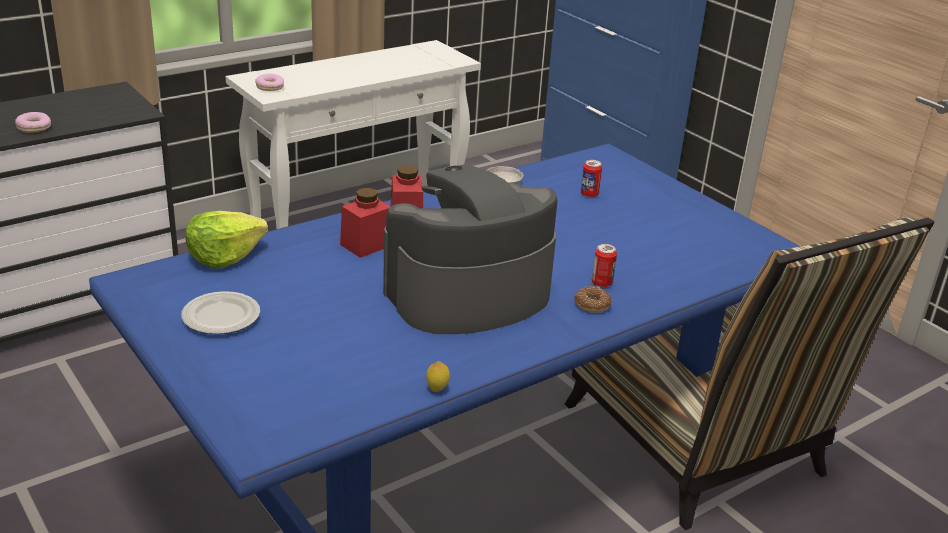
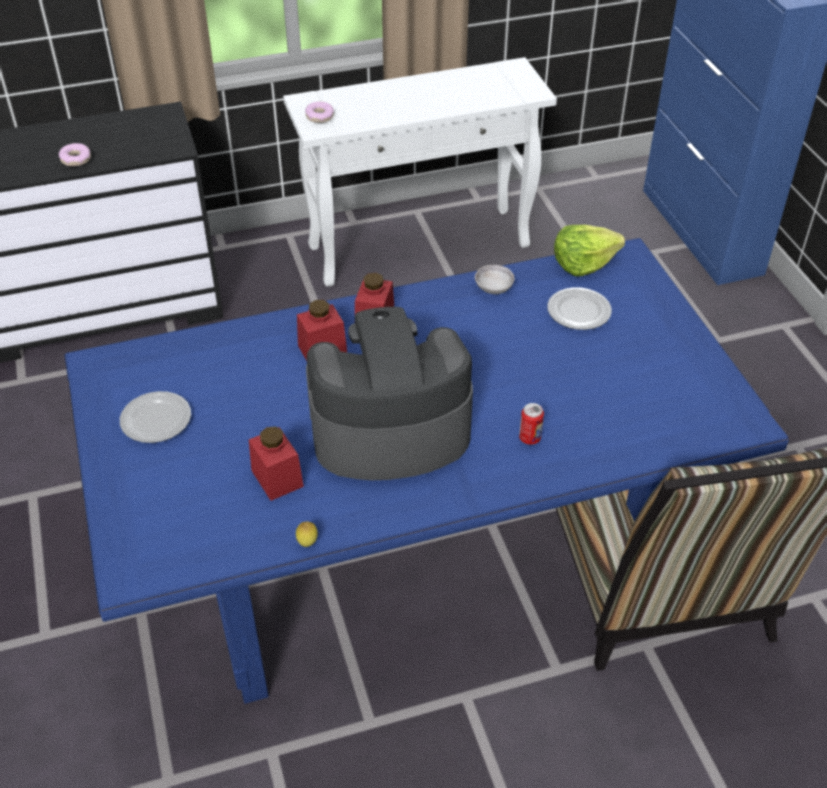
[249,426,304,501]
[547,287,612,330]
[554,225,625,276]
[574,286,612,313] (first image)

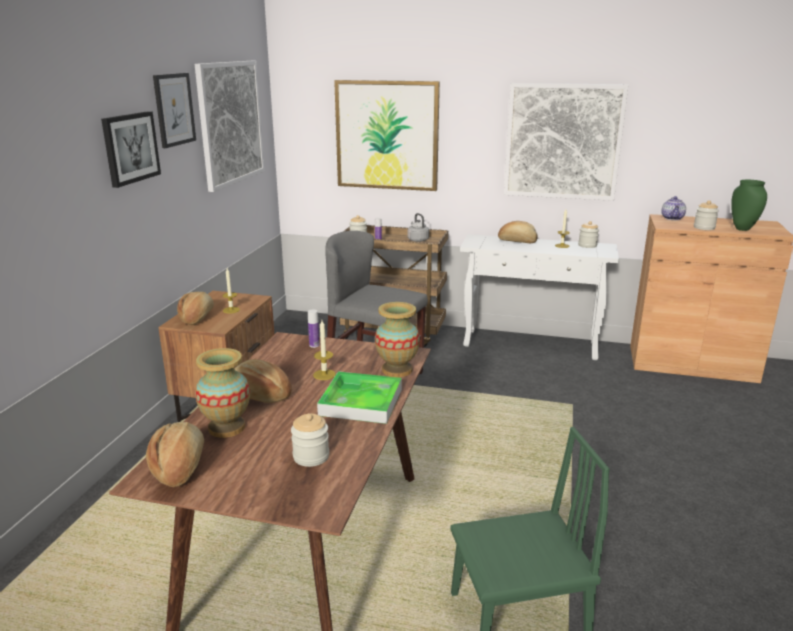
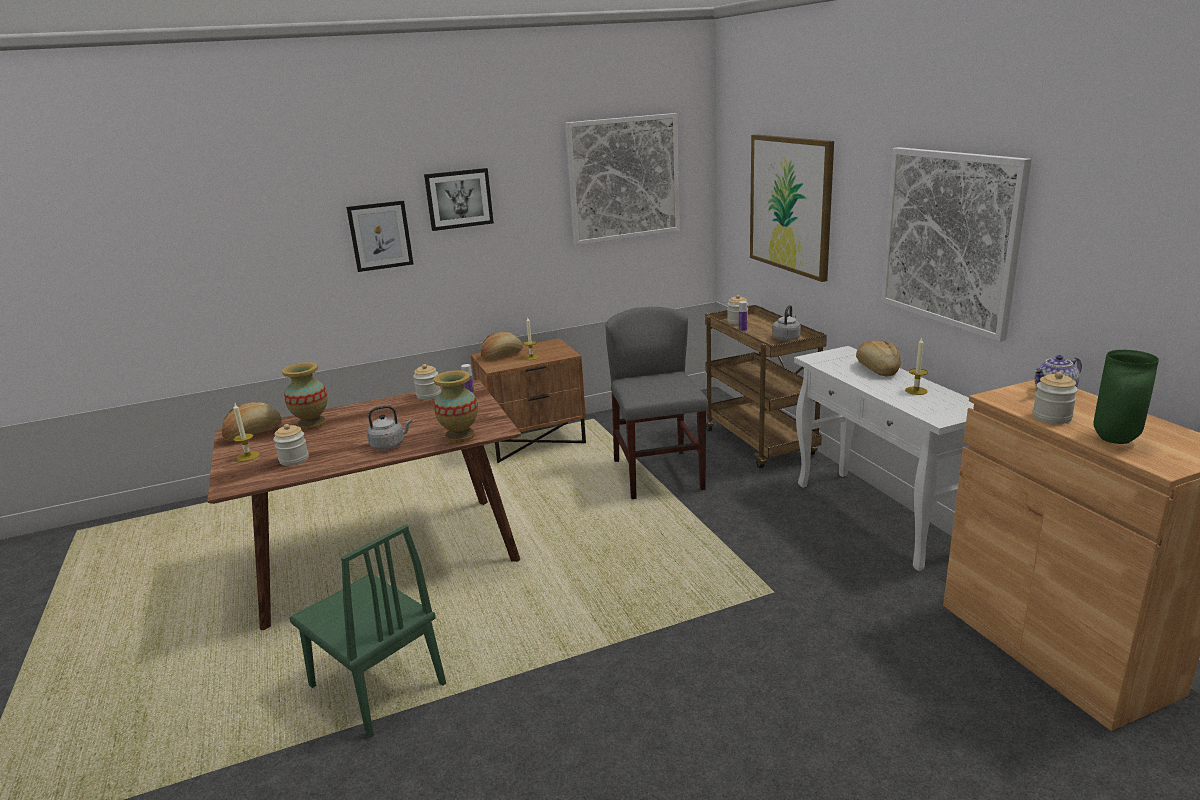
[233,404,260,461]
[346,200,413,272]
[367,405,412,450]
[413,364,441,400]
[235,359,292,403] (first image)

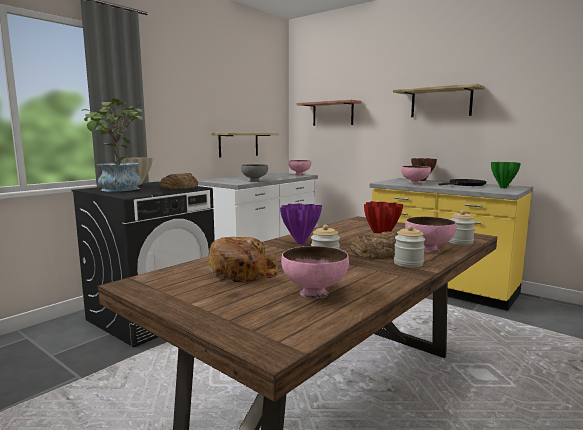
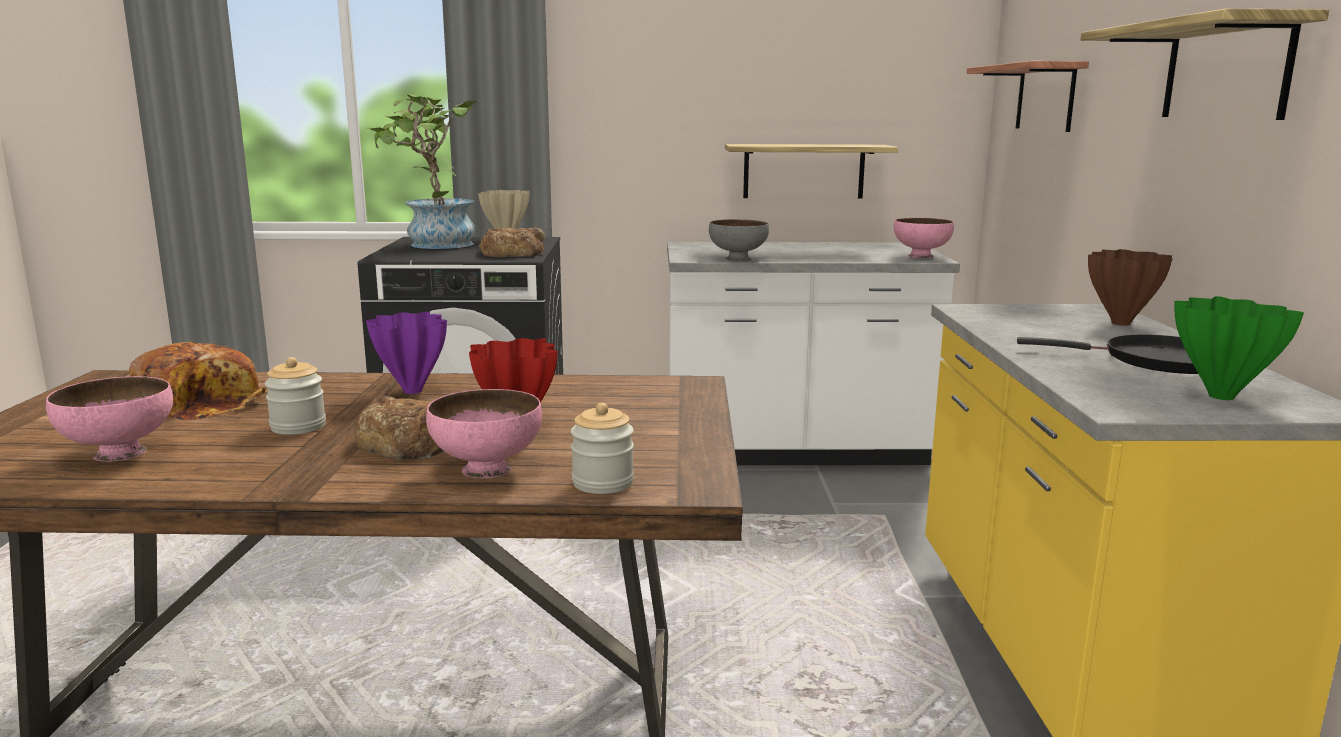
[394,225,425,268] (first image)
[401,166,431,185] (first image)

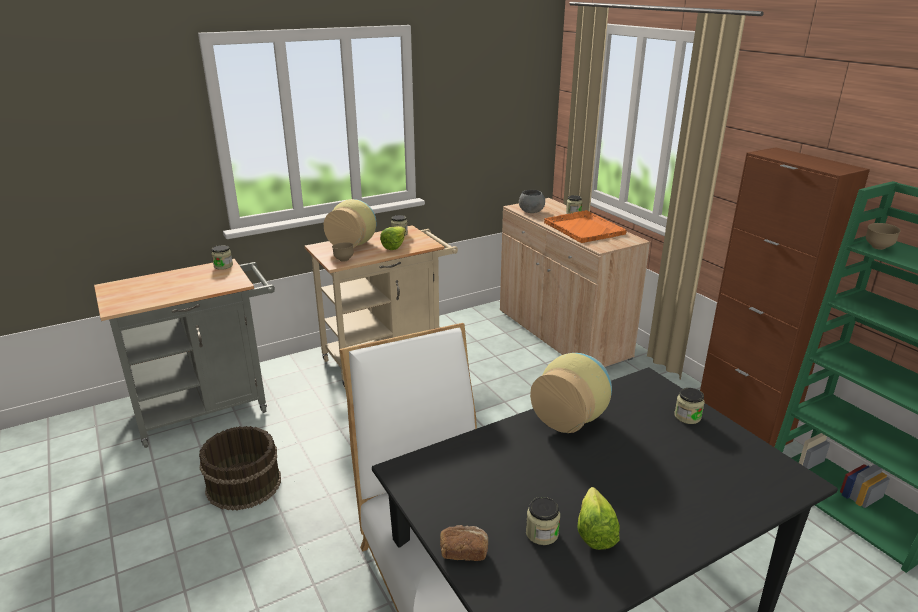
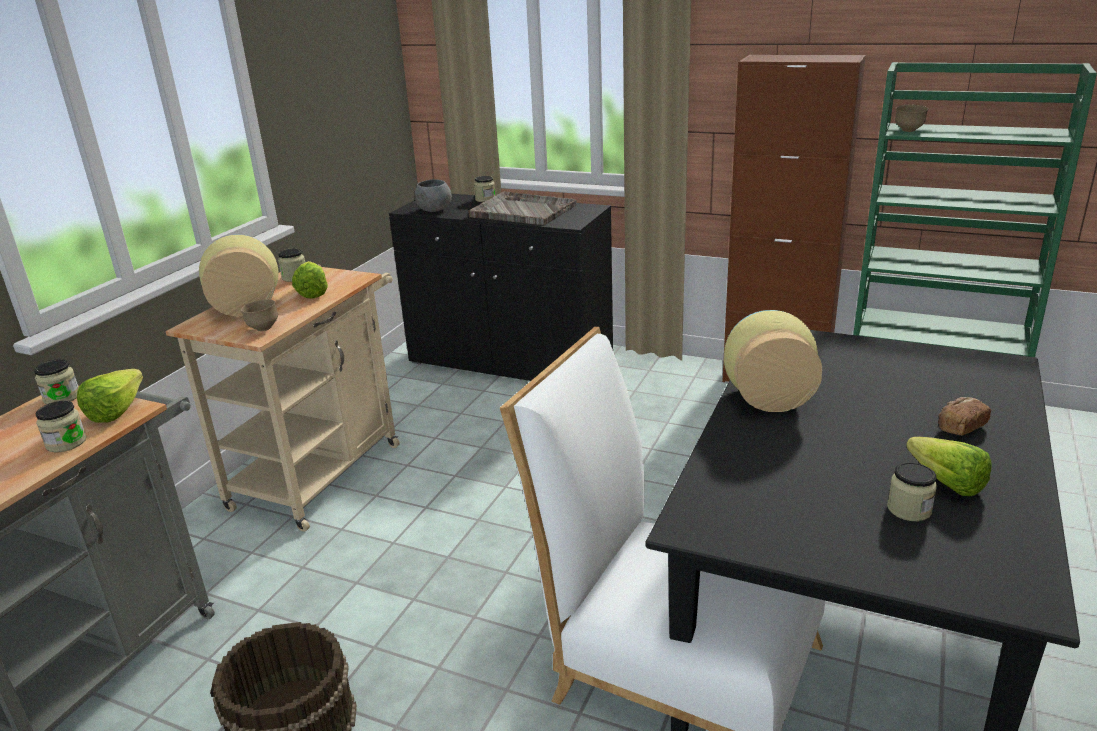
[36,401,87,453]
[77,369,143,423]
[389,194,613,381]
[468,191,577,225]
[938,397,991,436]

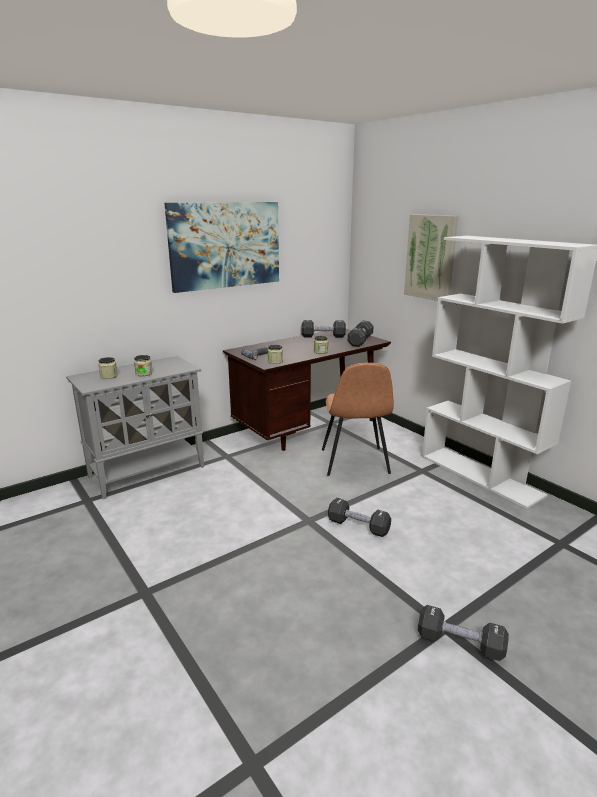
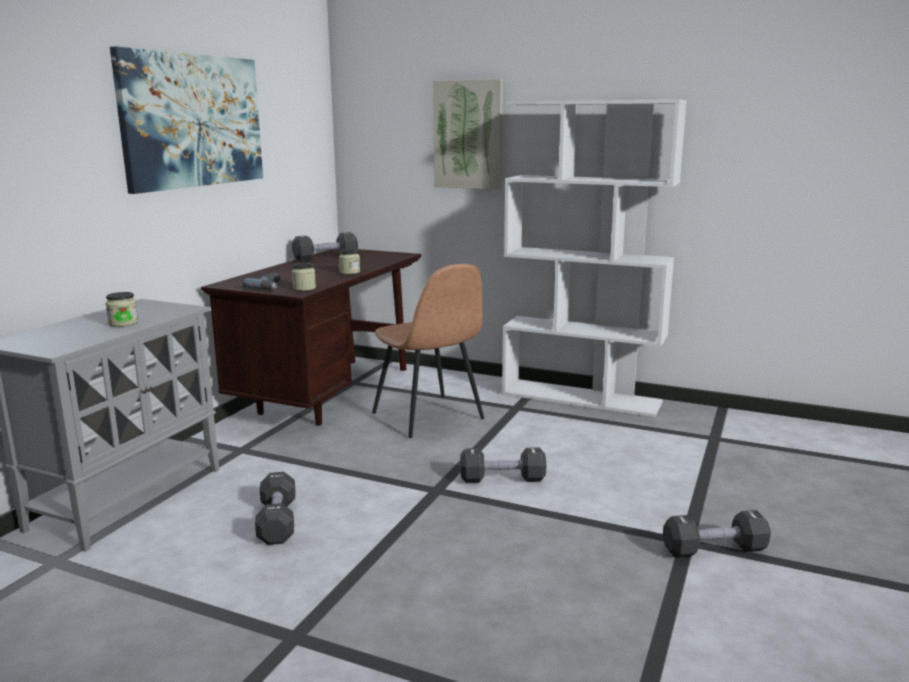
[255,472,295,545]
[98,357,118,379] (first image)

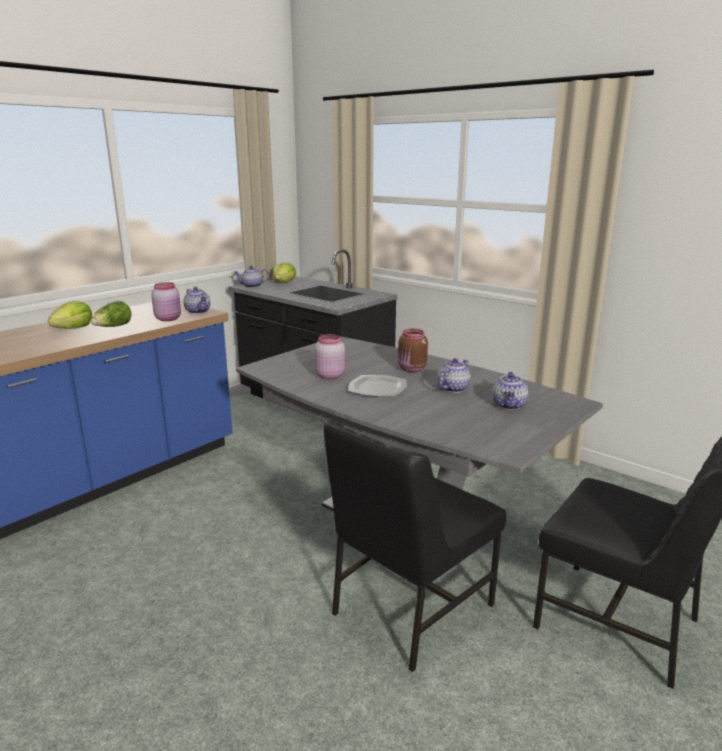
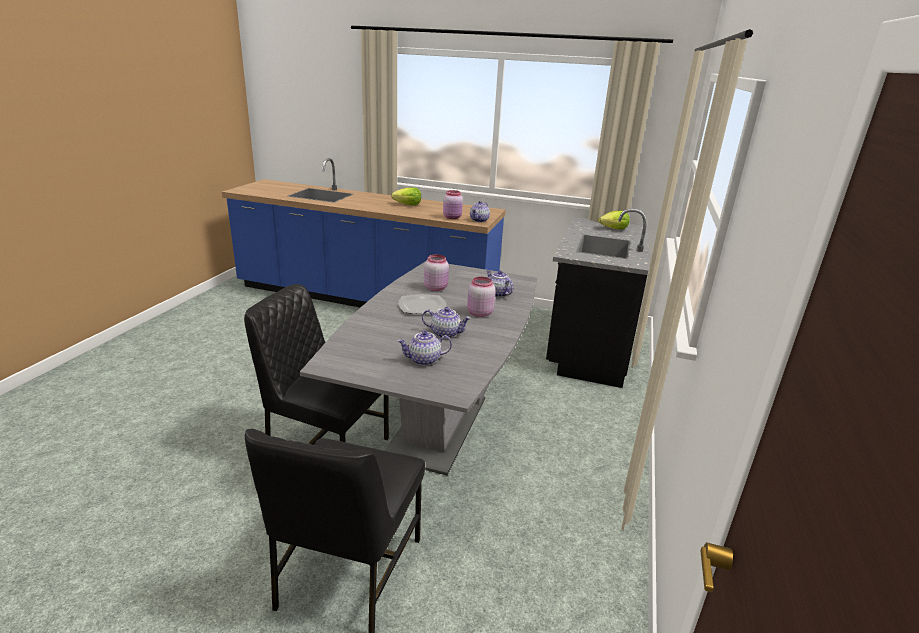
[467,277,496,317]
[487,270,514,297]
[90,301,132,327] (first image)

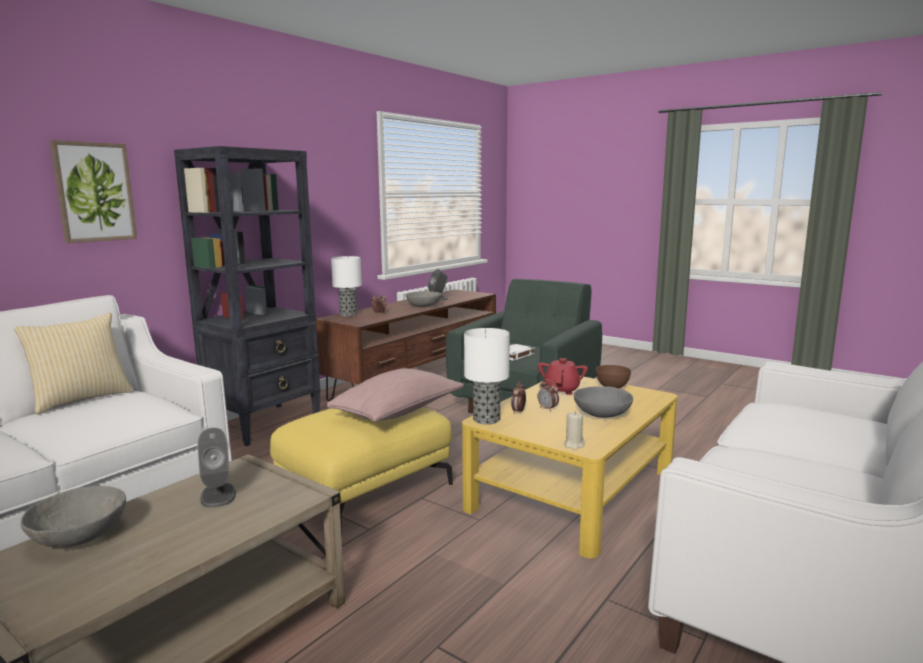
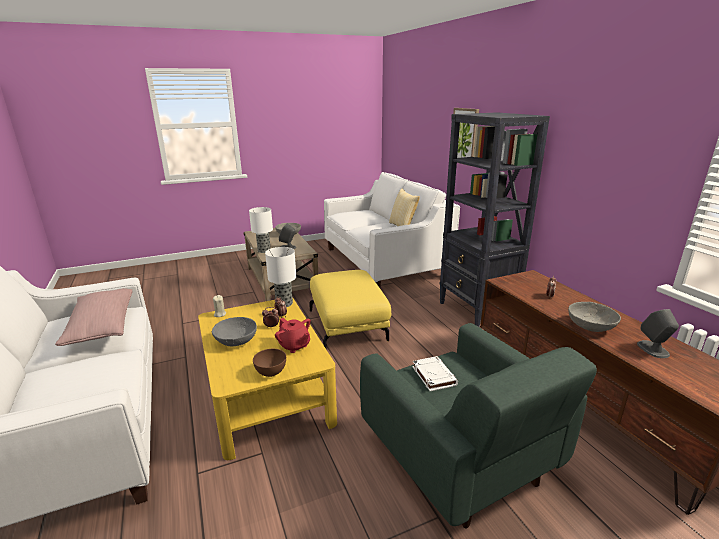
[55,288,133,346]
[249,207,273,253]

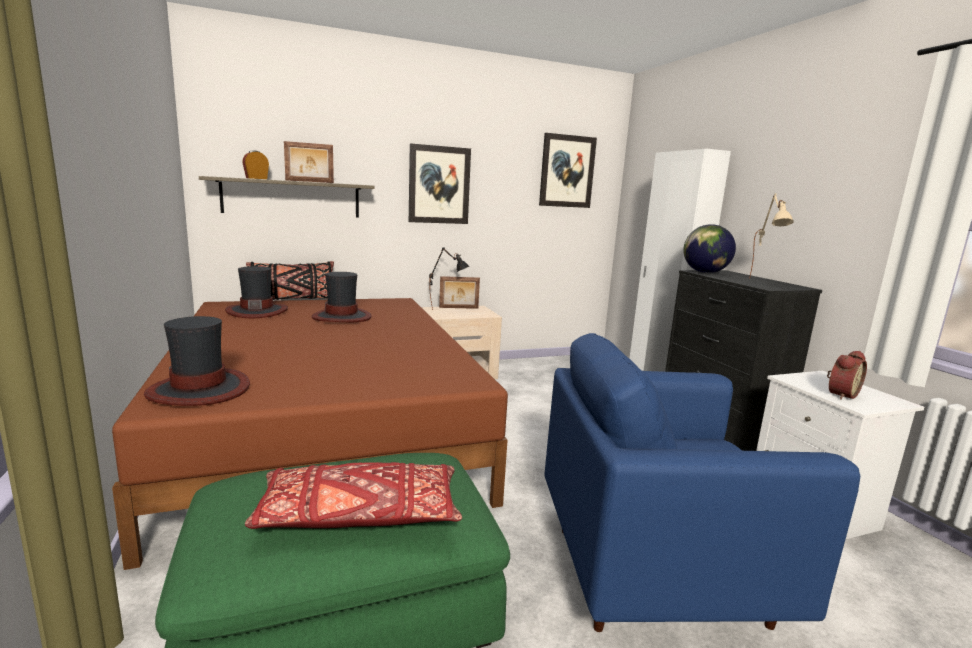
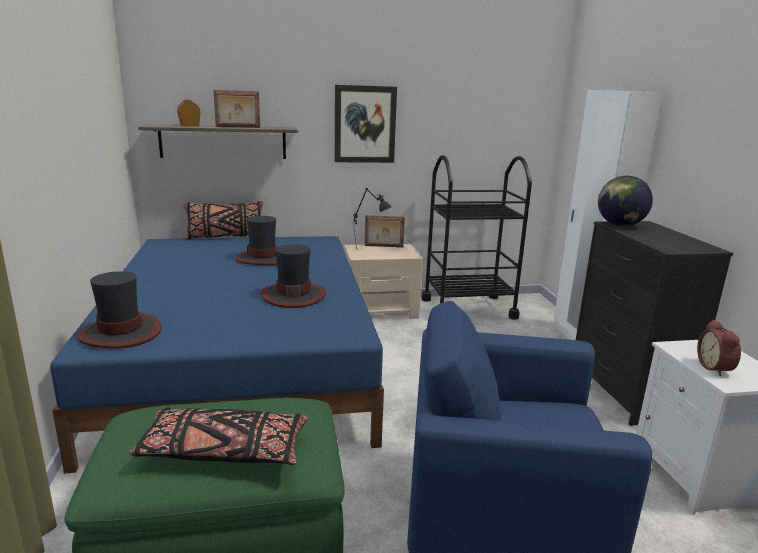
[50,236,384,474]
[130,407,308,465]
[261,244,326,308]
[422,155,532,320]
[697,320,741,376]
[539,133,597,208] (first image)
[750,193,794,276] (first image)

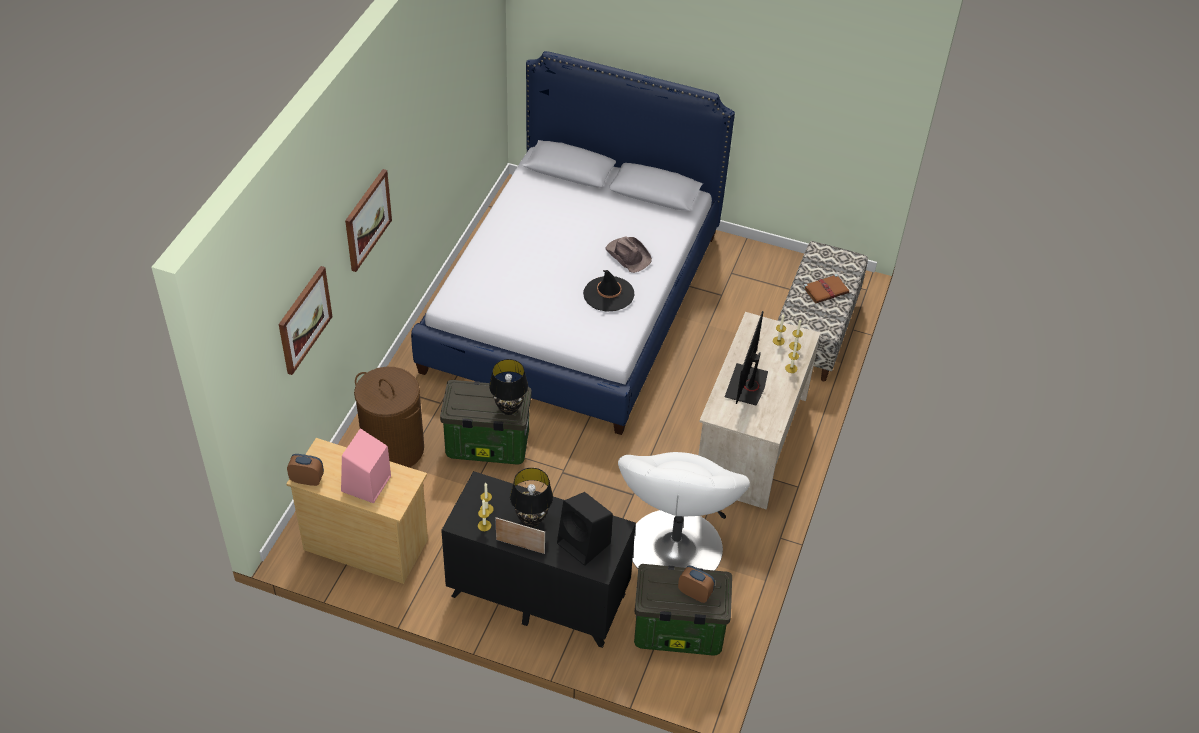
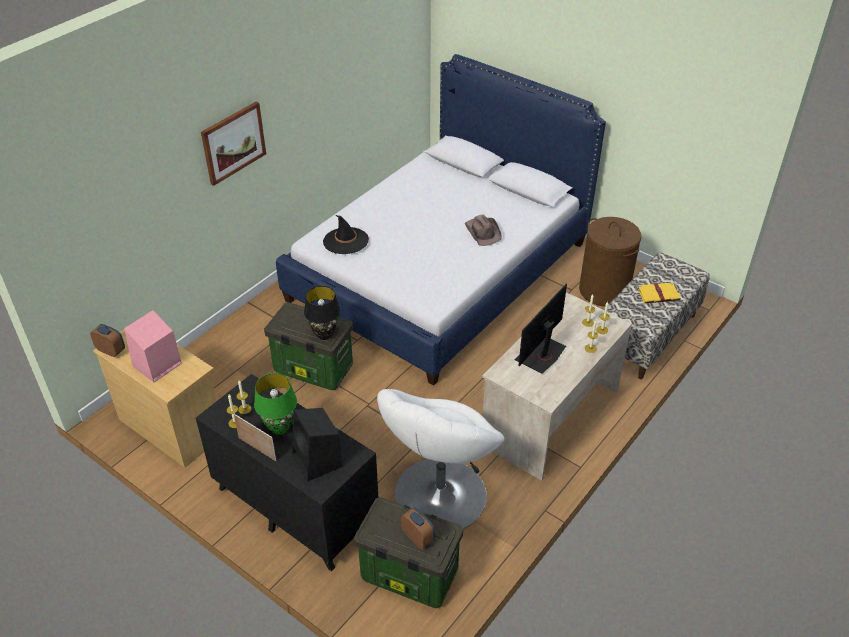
[254,373,297,435]
[323,215,369,254]
[579,217,641,307]
[637,282,680,303]
[279,266,332,375] (first image)

